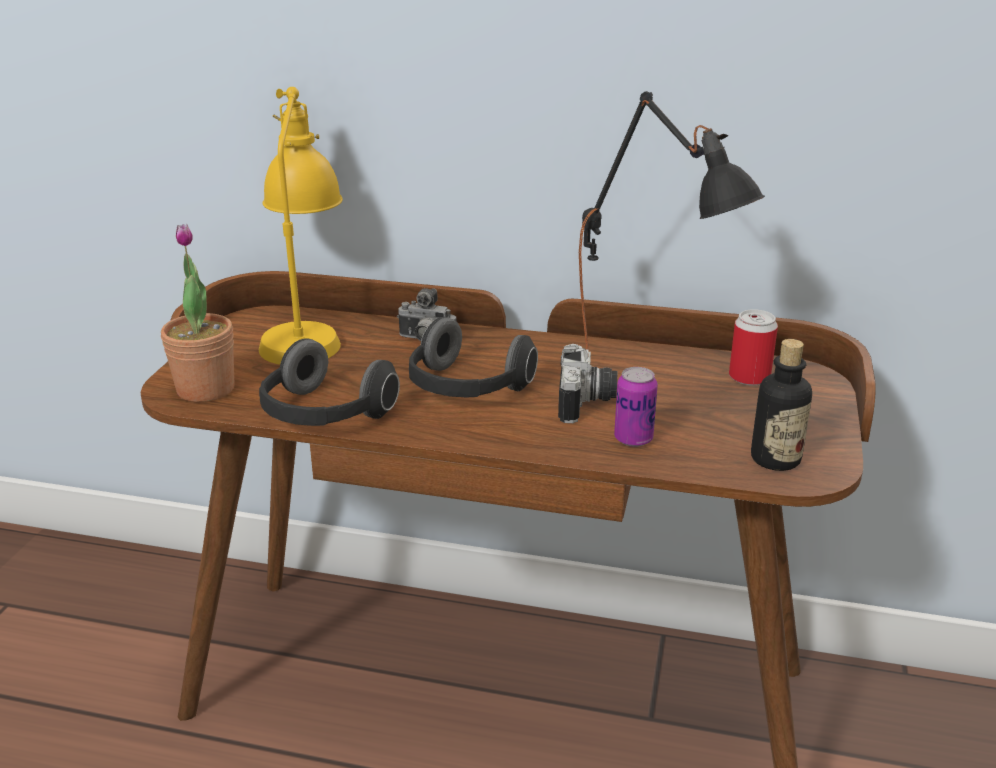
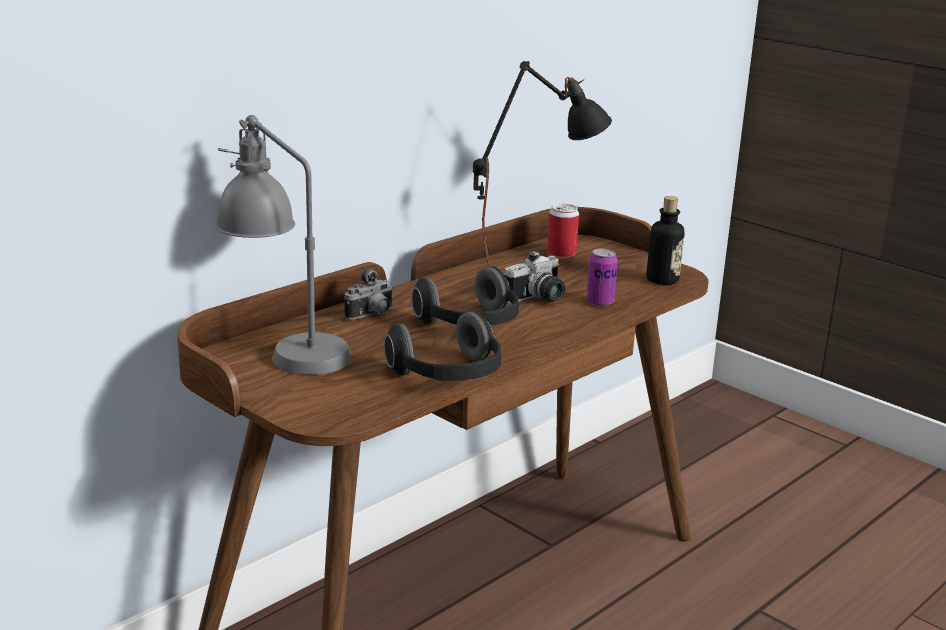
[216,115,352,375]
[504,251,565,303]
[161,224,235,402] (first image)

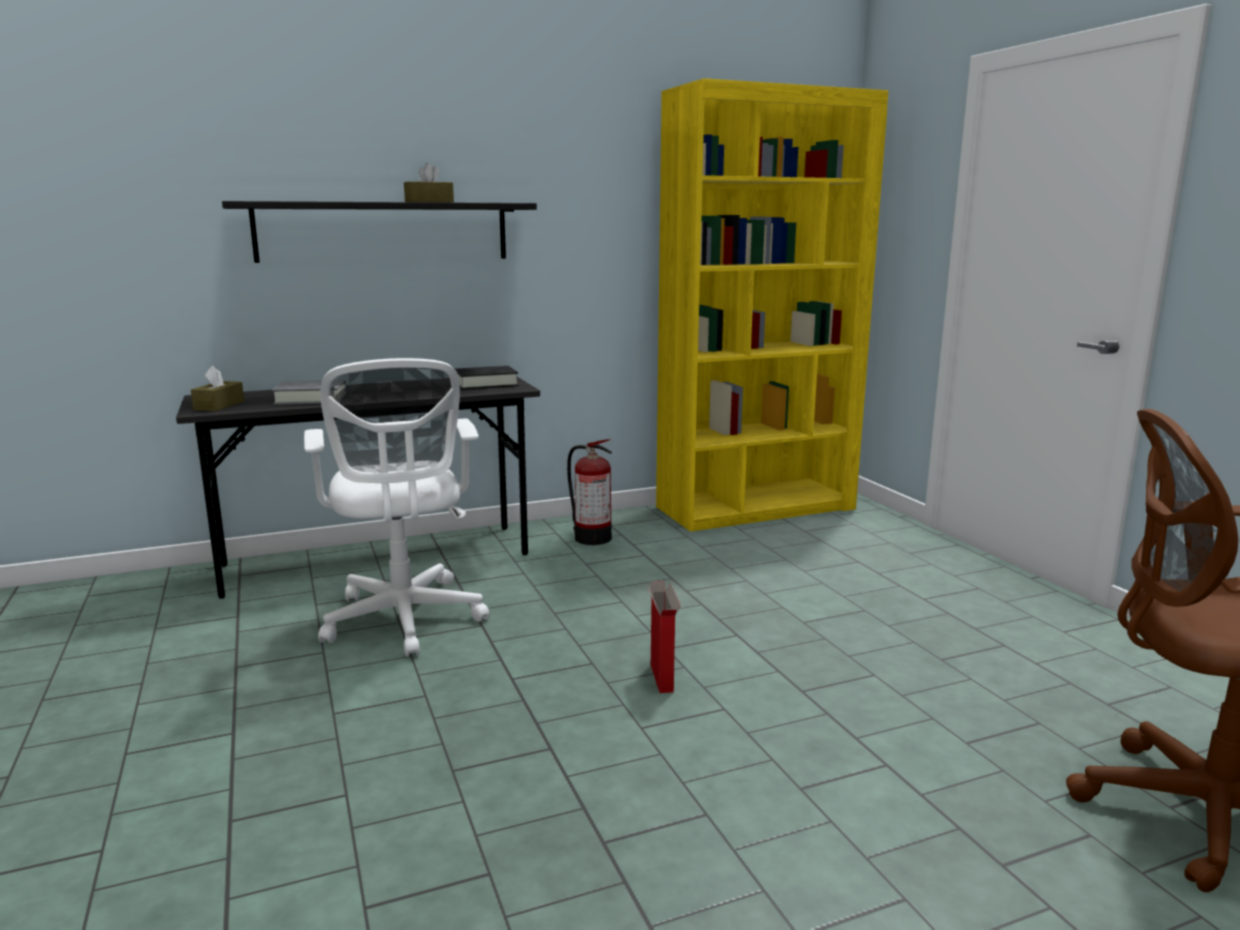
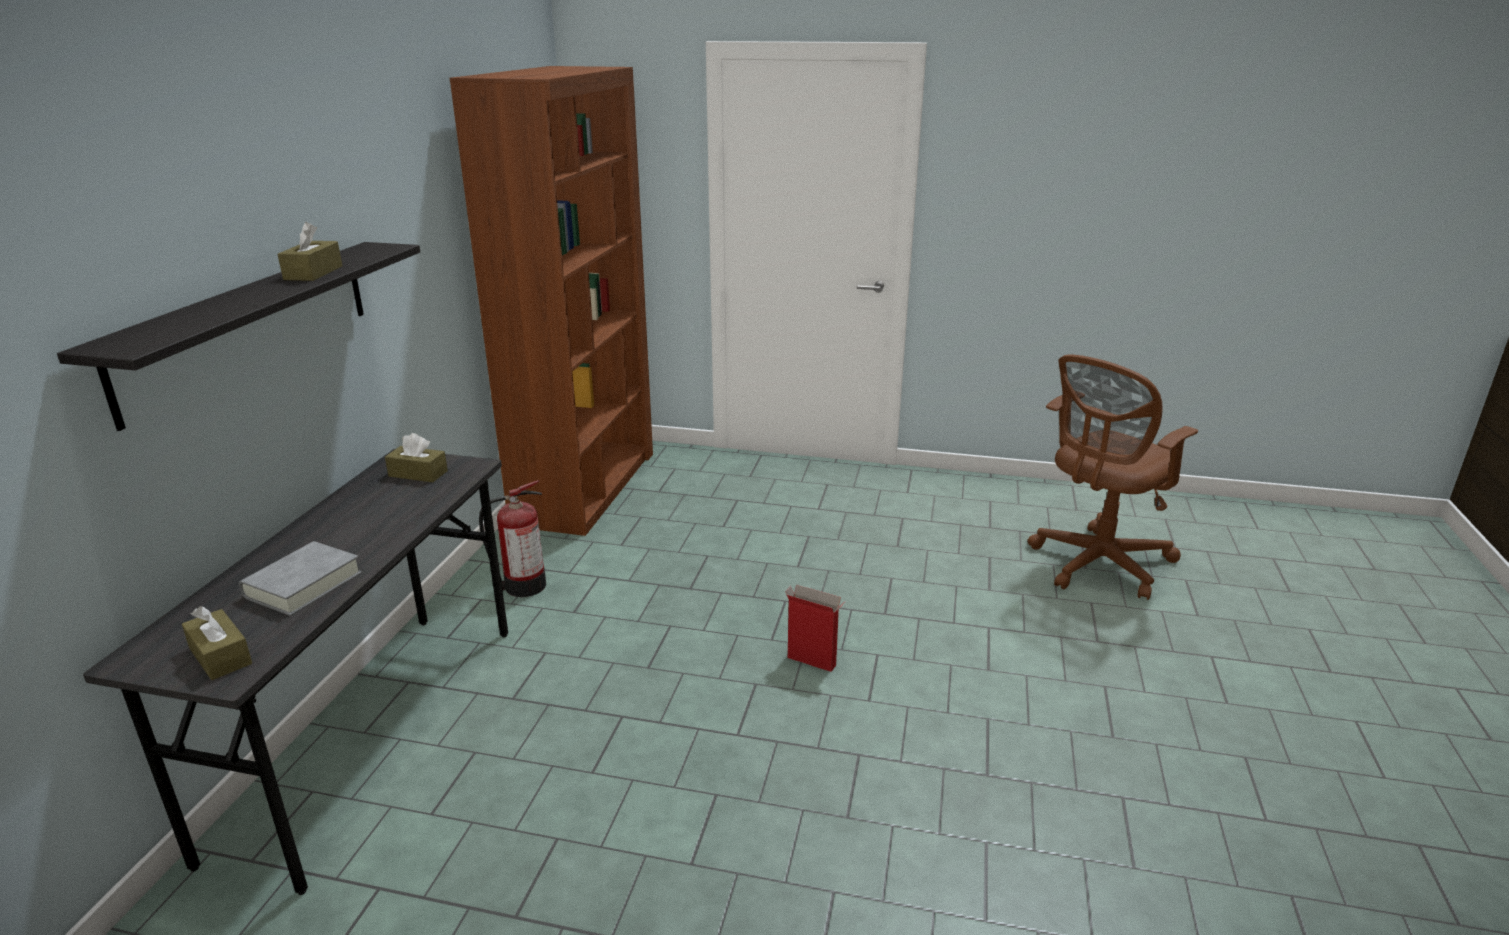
[385,433,448,482]
[450,66,653,536]
[304,358,490,657] (first image)

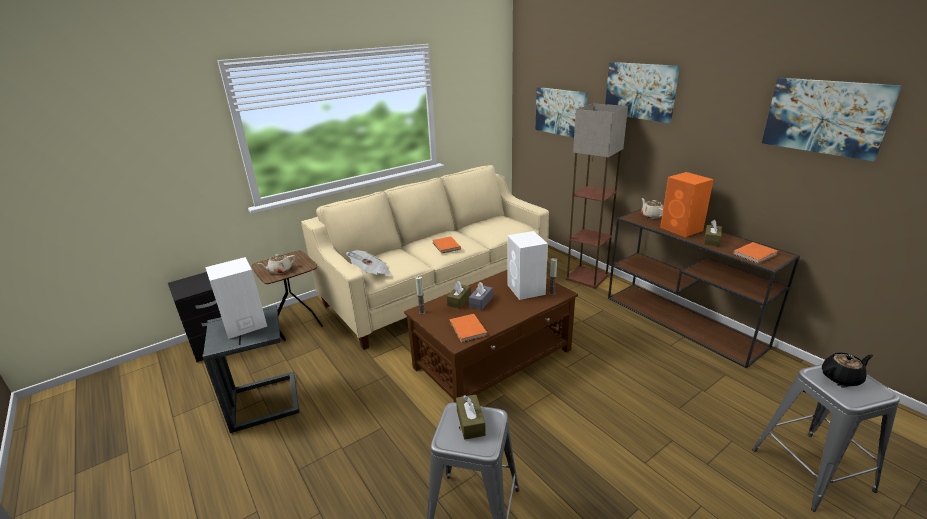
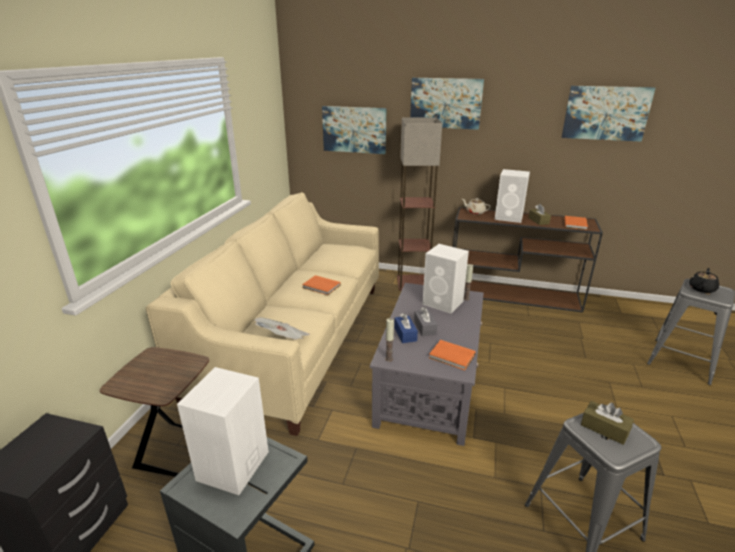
[370,283,484,446]
[394,313,418,343]
[495,169,530,223]
[258,254,296,274] (first image)

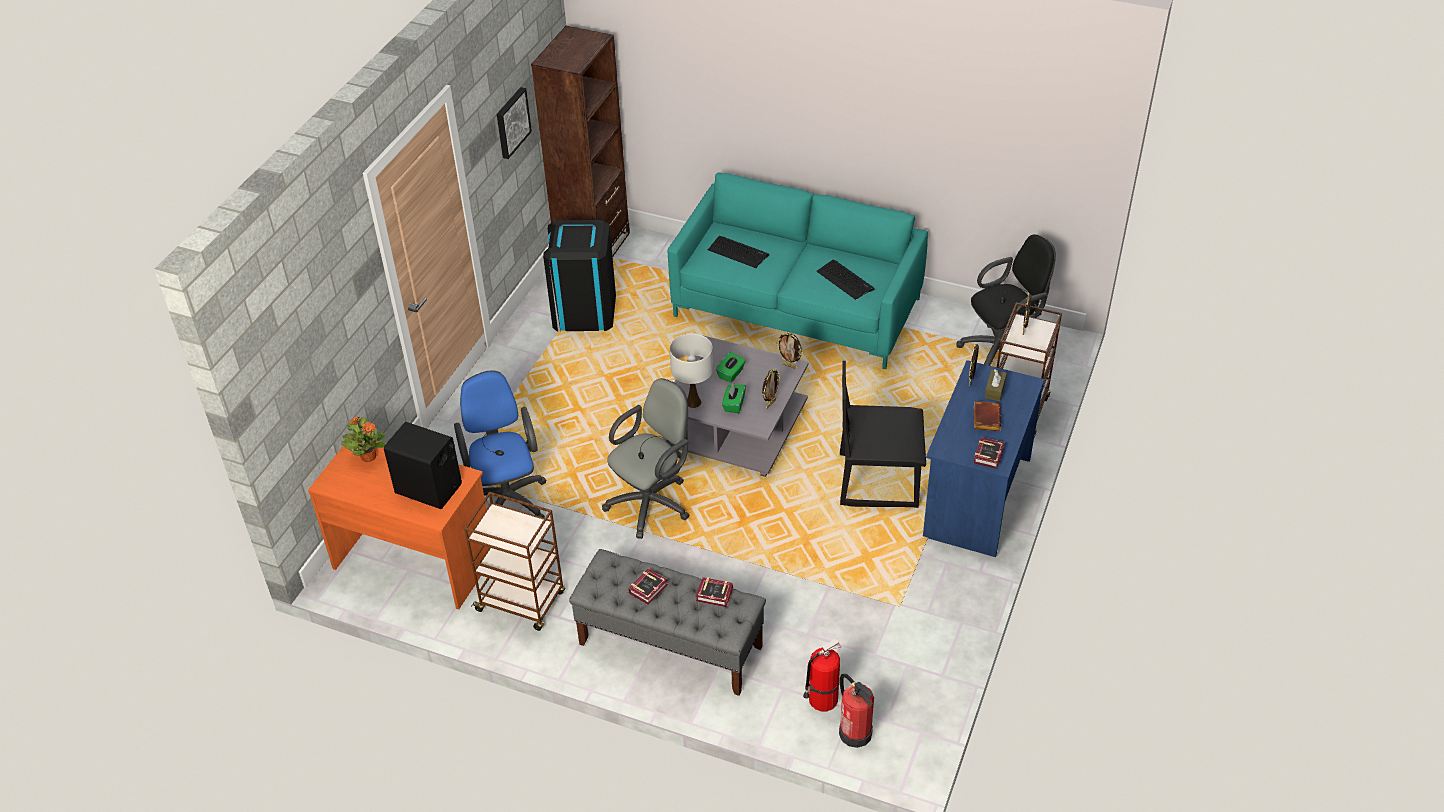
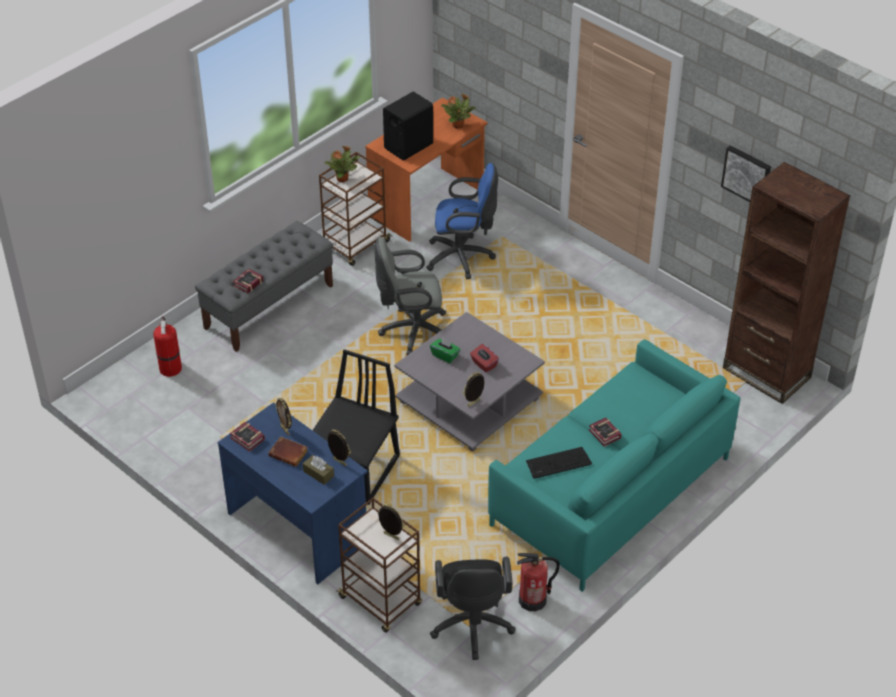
[275,398,292,436]
[324,146,360,183]
[375,237,446,355]
[470,344,499,372]
[517,553,560,611]
[589,418,622,447]
[543,220,616,332] (first image)
[670,333,713,408] (first image)
[708,236,770,268] (first image)

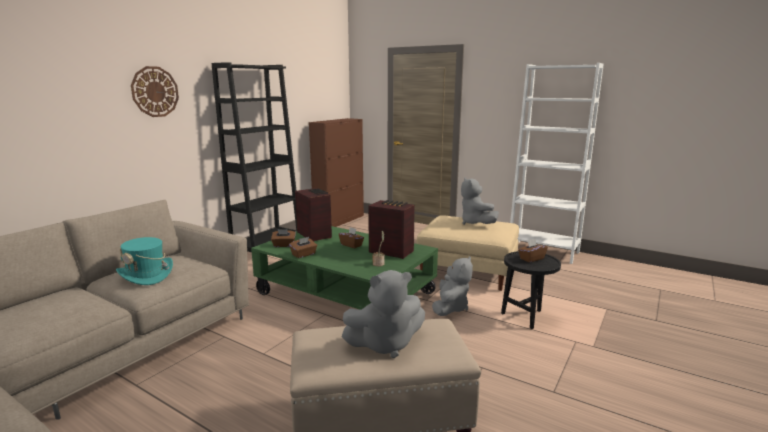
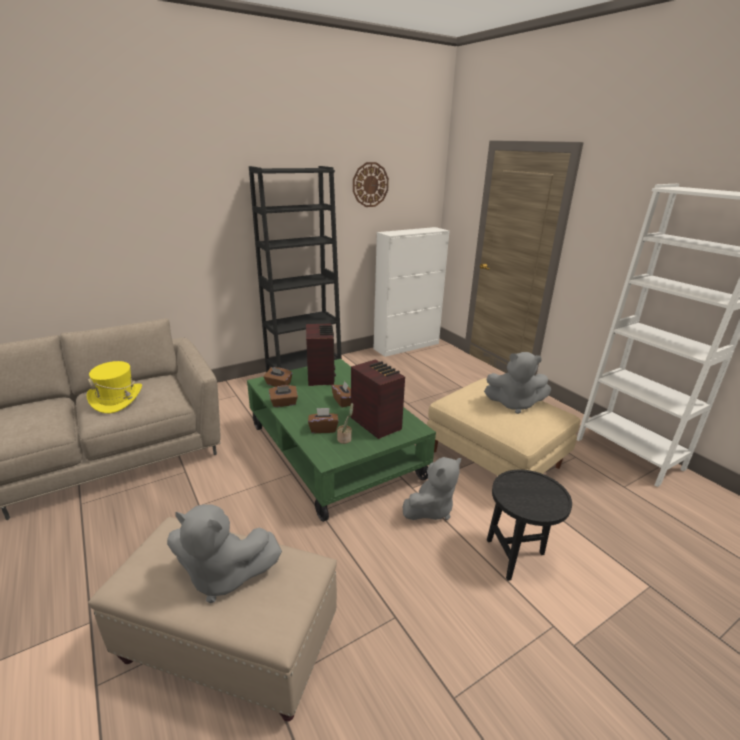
[87,361,142,413]
[308,408,339,433]
[353,162,389,207]
[374,227,449,357]
[484,352,551,414]

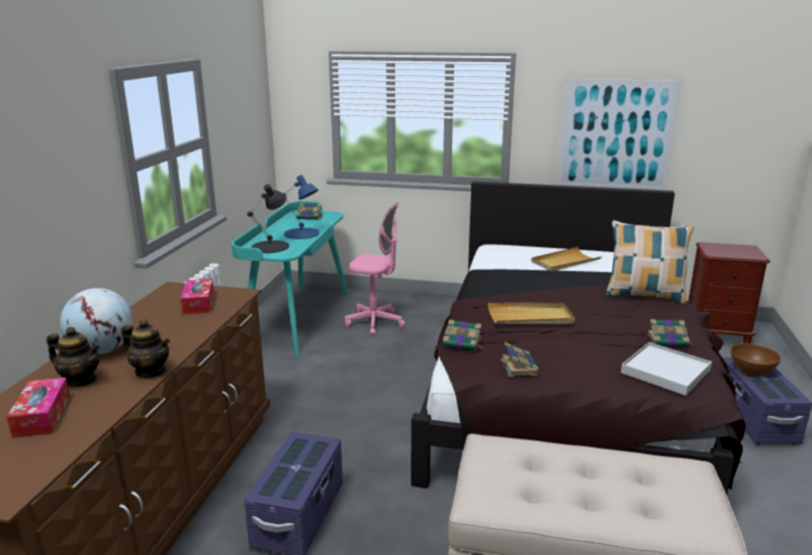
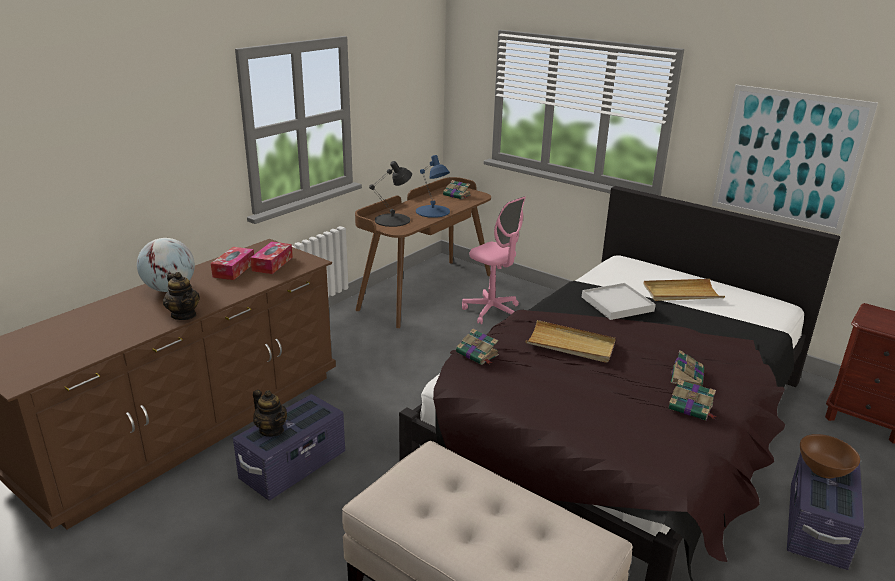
[211,247,254,280]
[253,390,287,437]
[355,177,491,328]
[582,283,656,320]
[671,350,704,386]
[605,220,694,303] (first image)

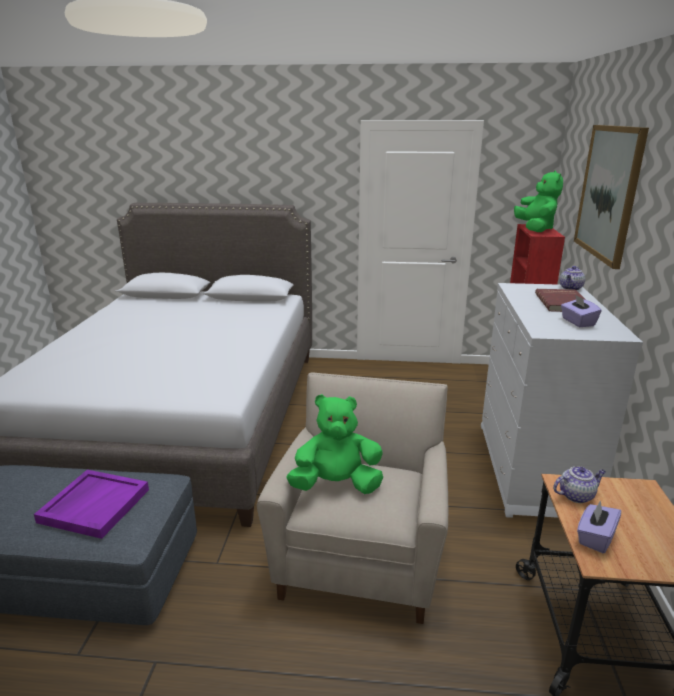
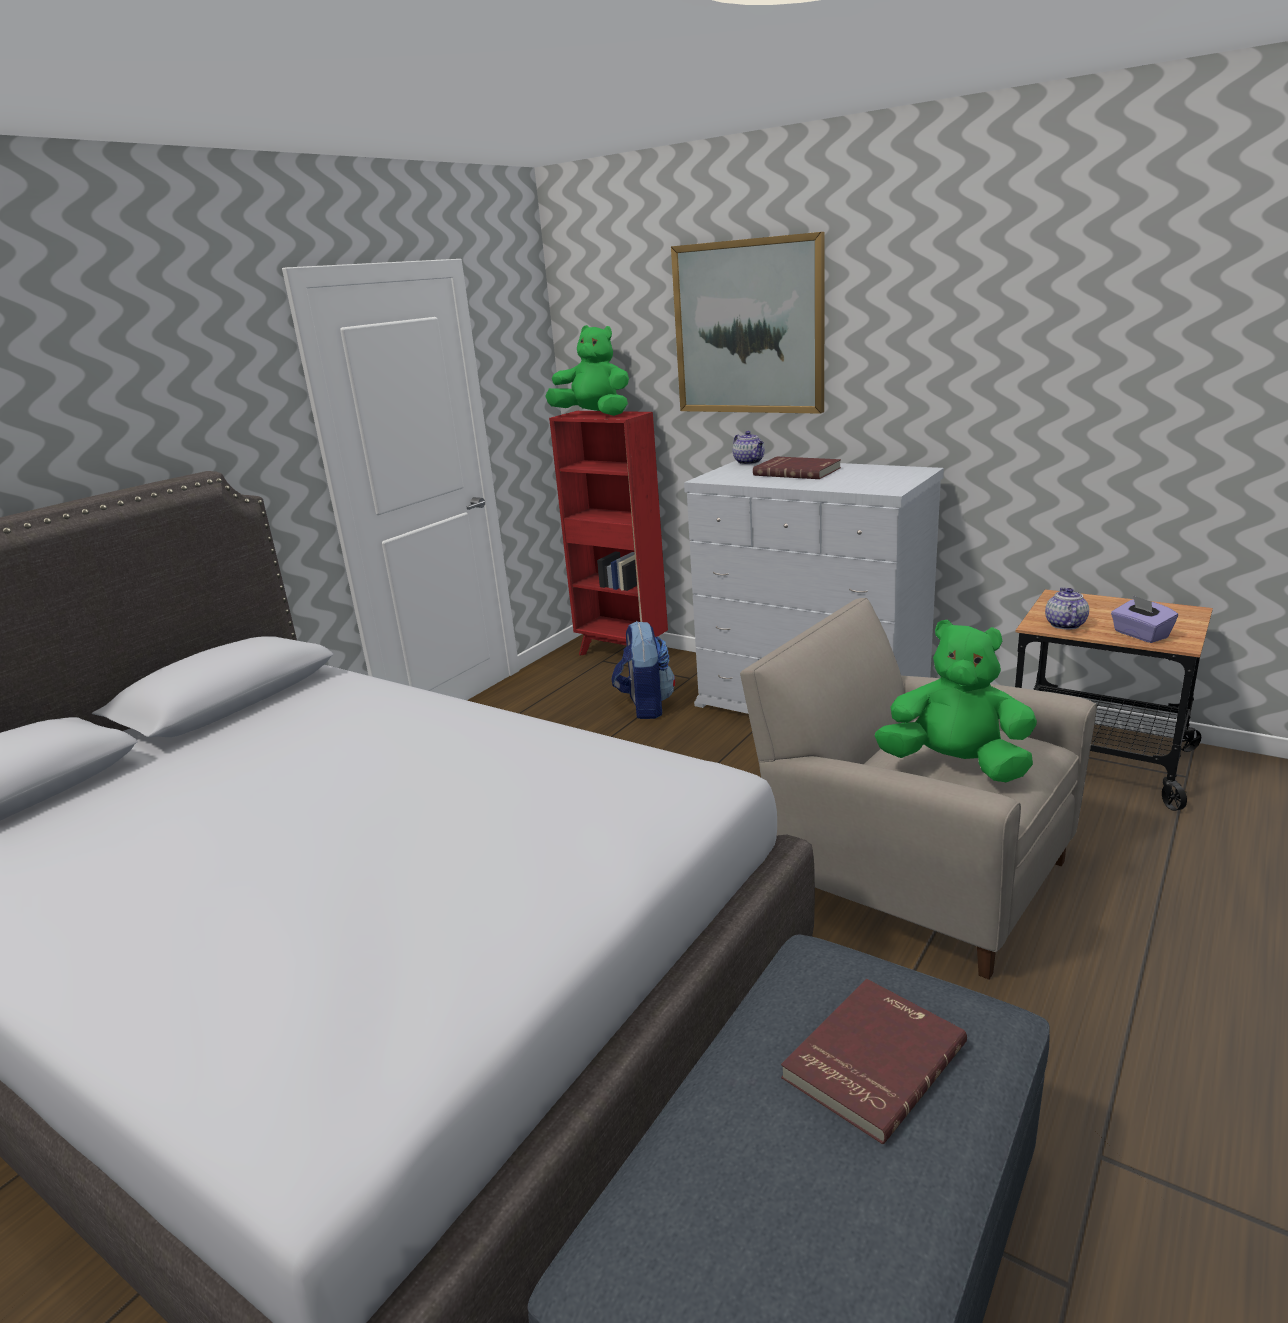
[612,621,675,719]
[781,979,967,1144]
[875,620,1037,782]
[561,294,601,327] (first image)

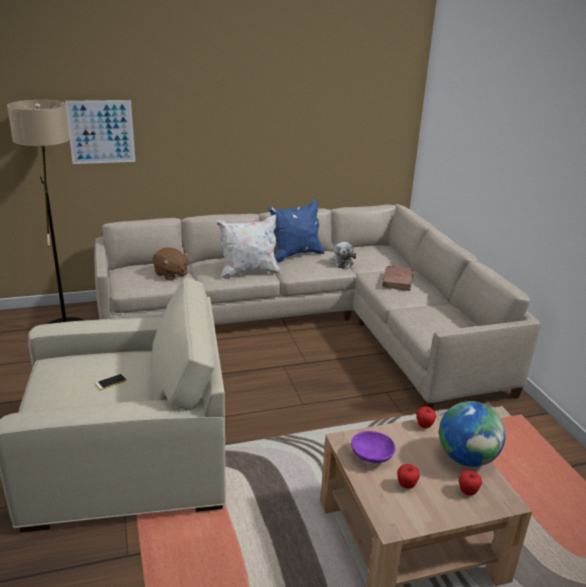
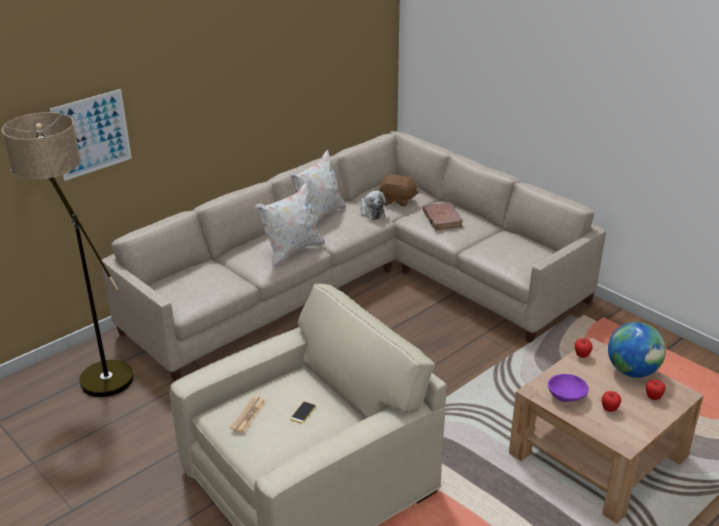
[230,396,266,433]
[289,149,346,226]
[379,174,419,206]

